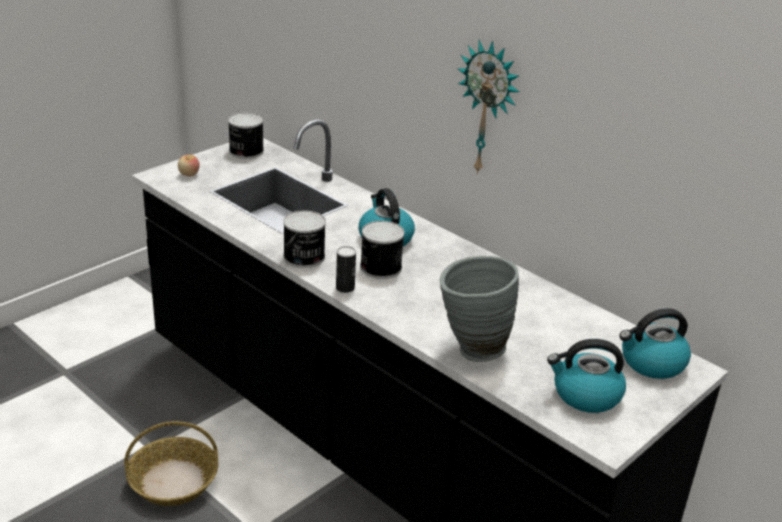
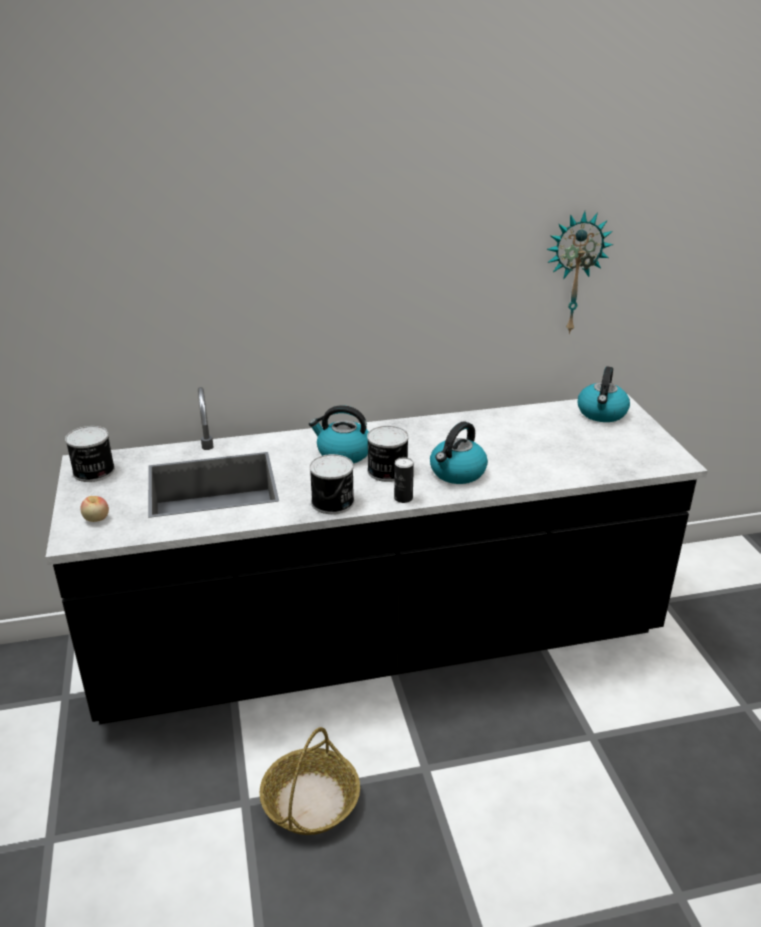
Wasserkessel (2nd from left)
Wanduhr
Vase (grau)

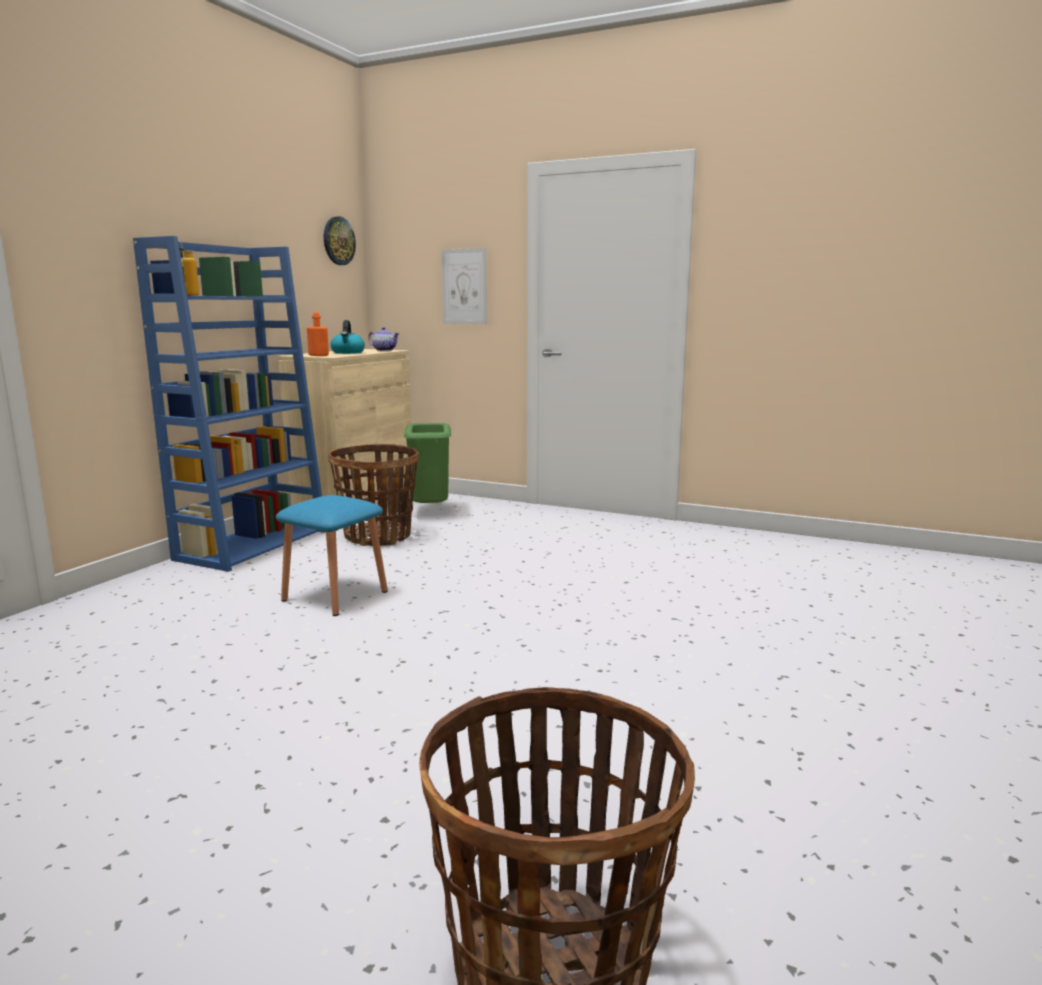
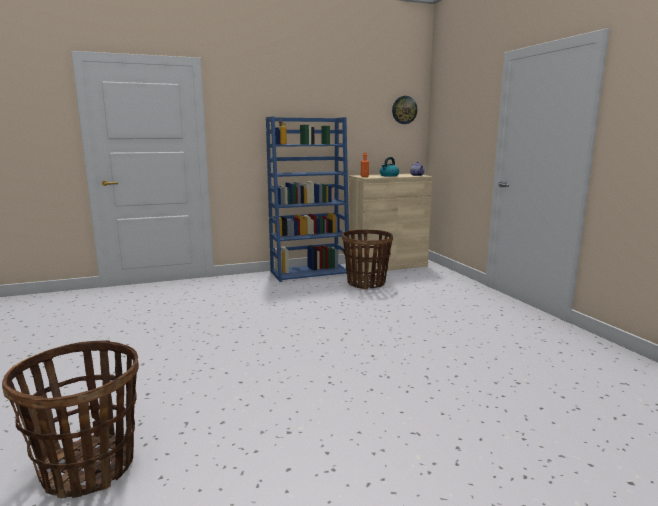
Hocker (blau)
Mülleimer (grün)
Bild

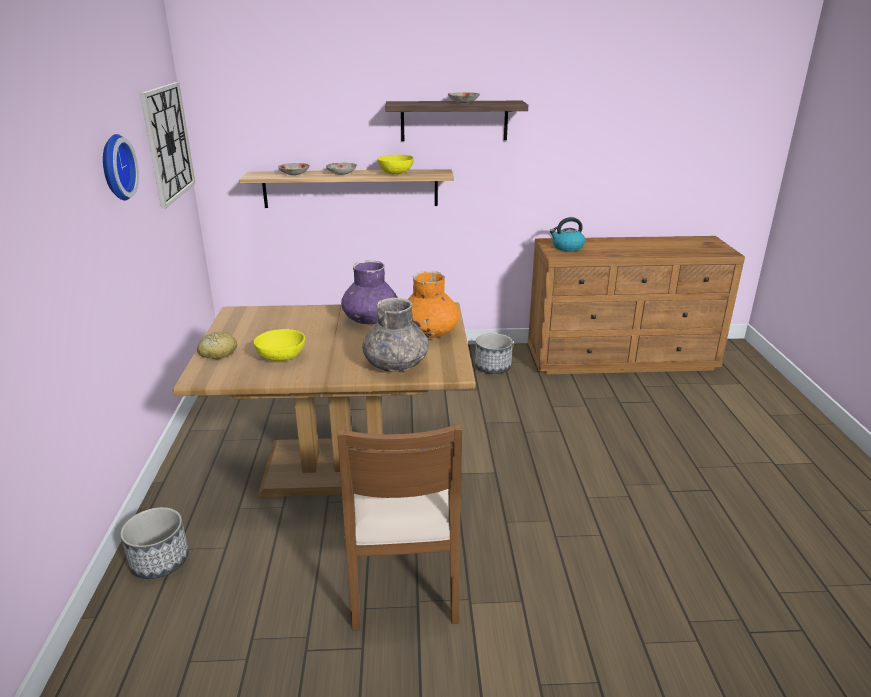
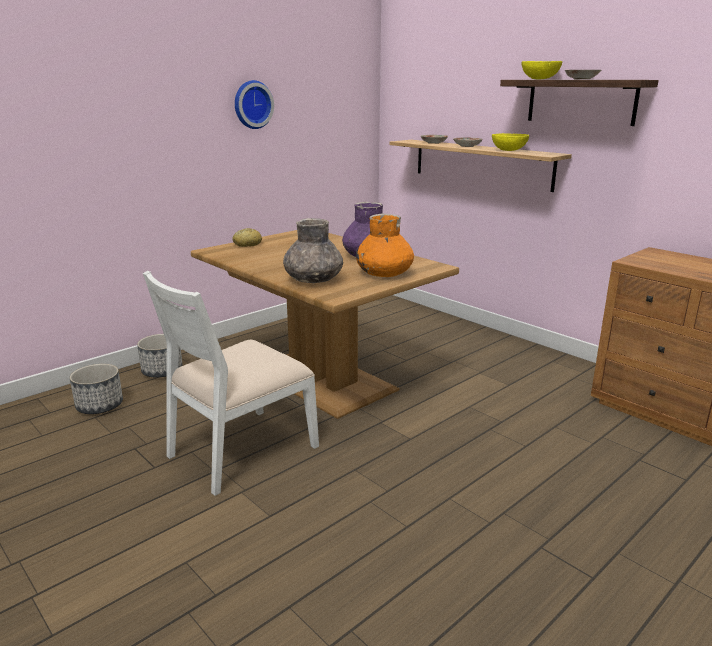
Pflanzkübel (1st from left)
Stuhl (weiß)
Schüssel (gelb) (2nd from left)
Wanduhr (2nd from left in the first image)
Wasserkessel

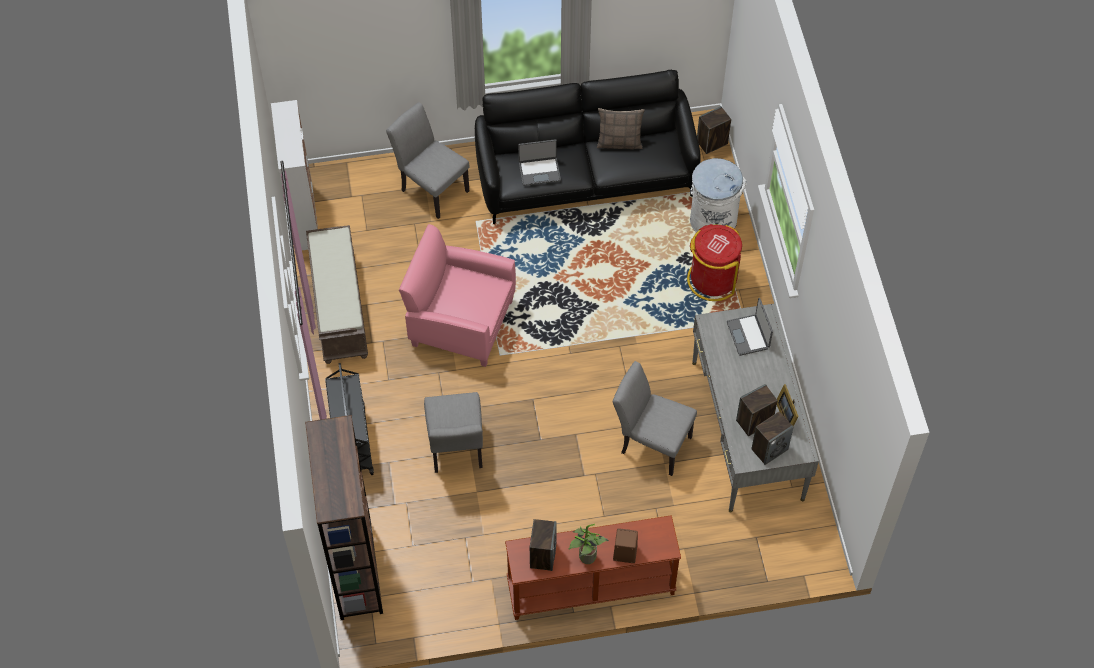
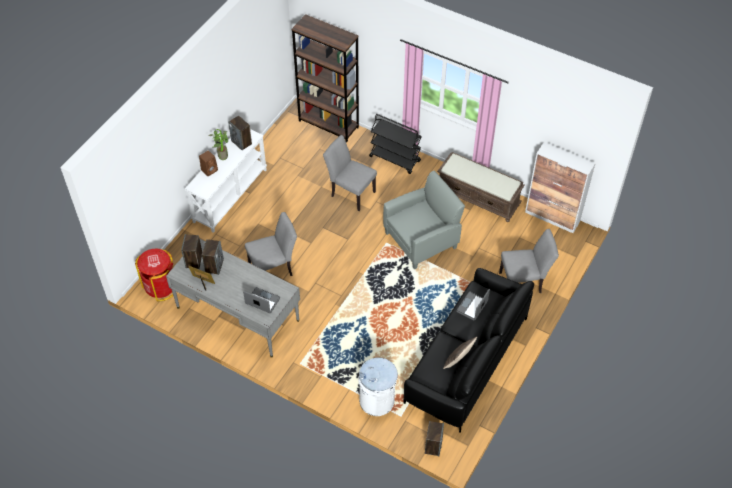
Mülleimer (rot)
Konsolentisch (weiß)
Sessel (grau)

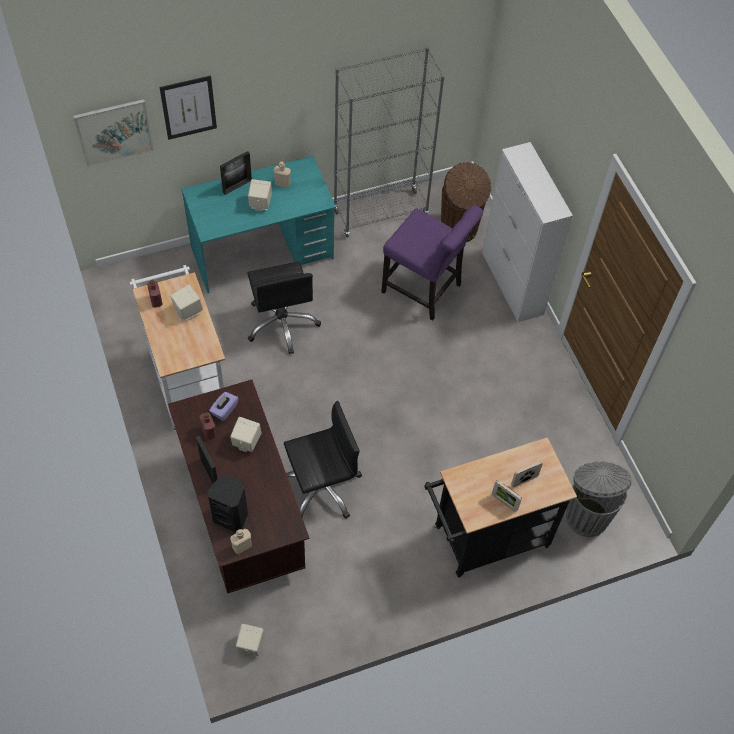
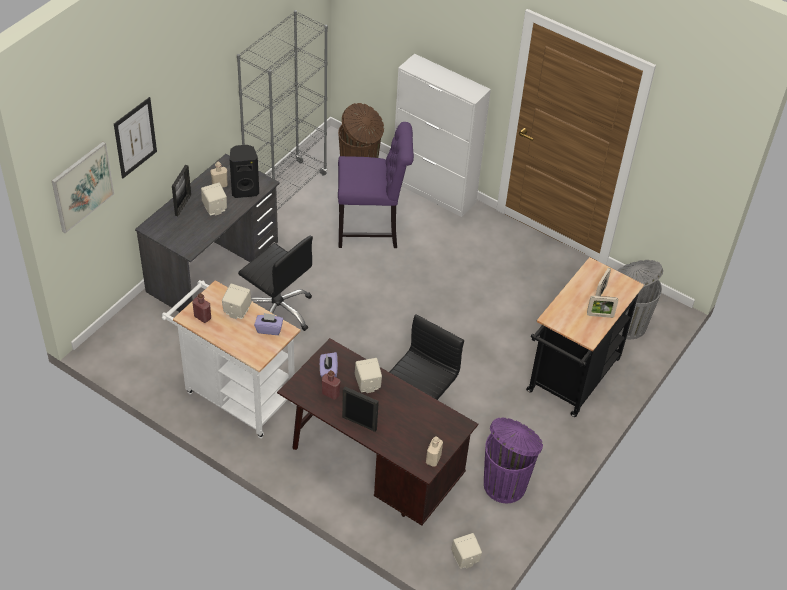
Schreibtisch (grau)
Lautsprecher (schwarz)
Taschentuchbox (lila) (1st from left)
Mülleimer (lila)

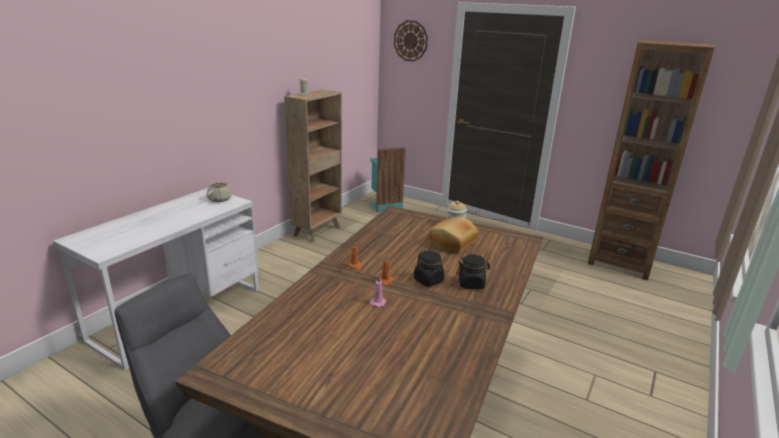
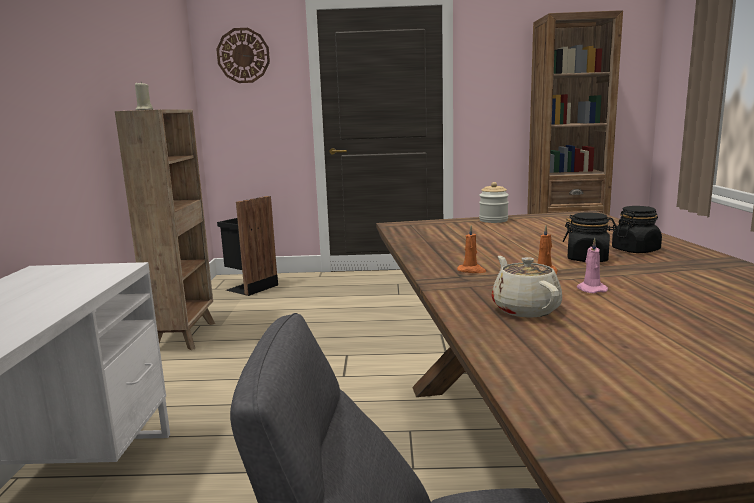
Mülleimer (schwarz)
Teekanne (beige)
Brot

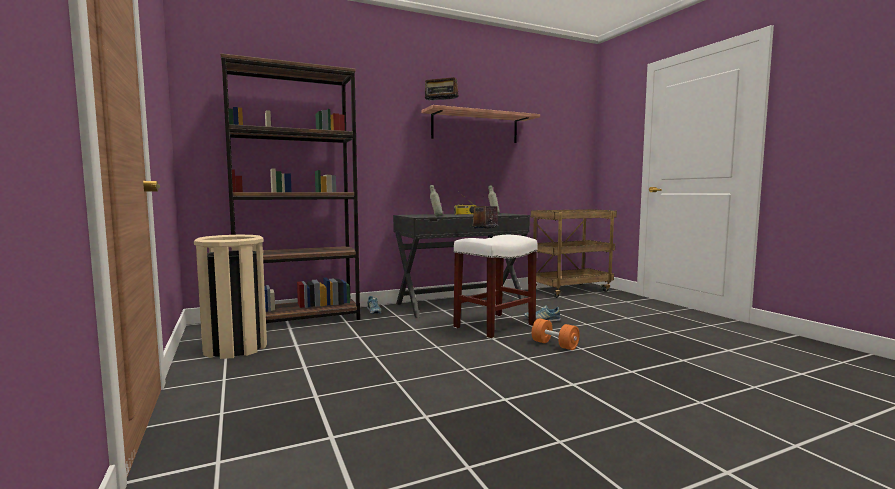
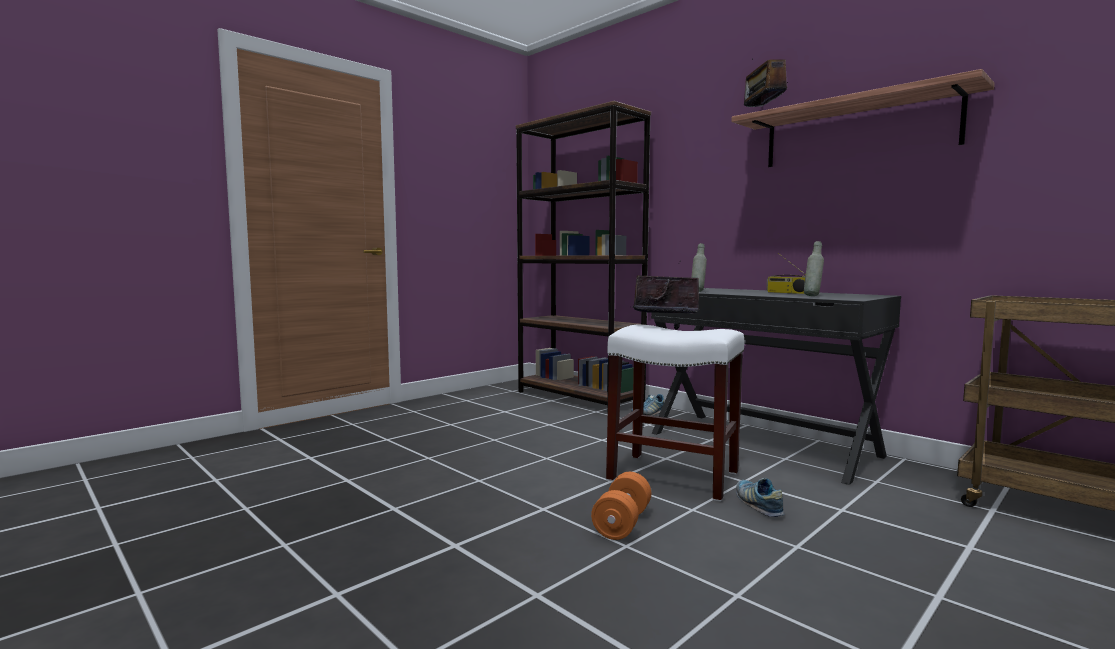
Mülleimer (beige)

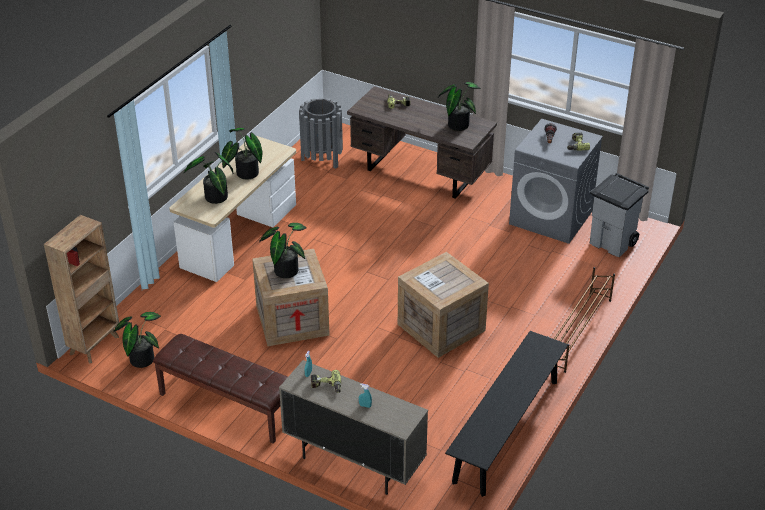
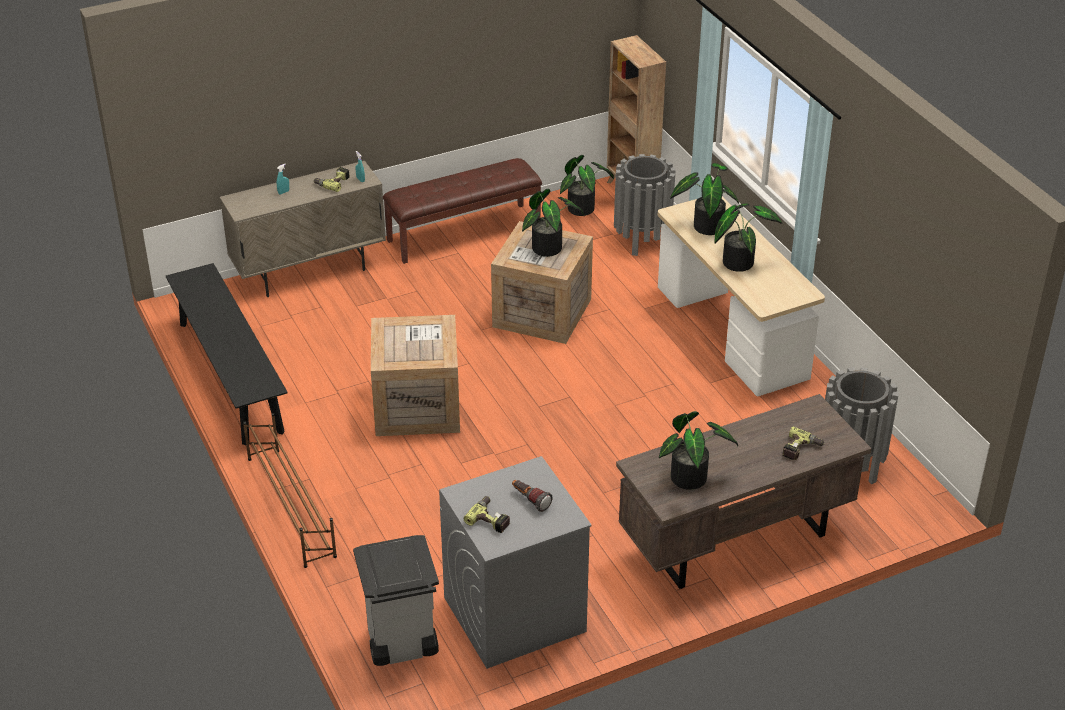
Mülleimer (grau) (2nd from left)

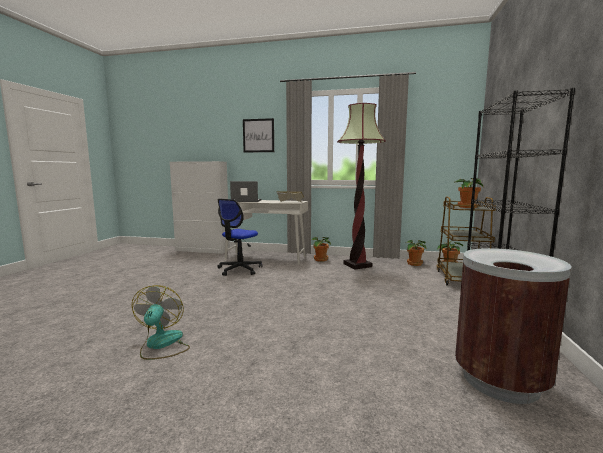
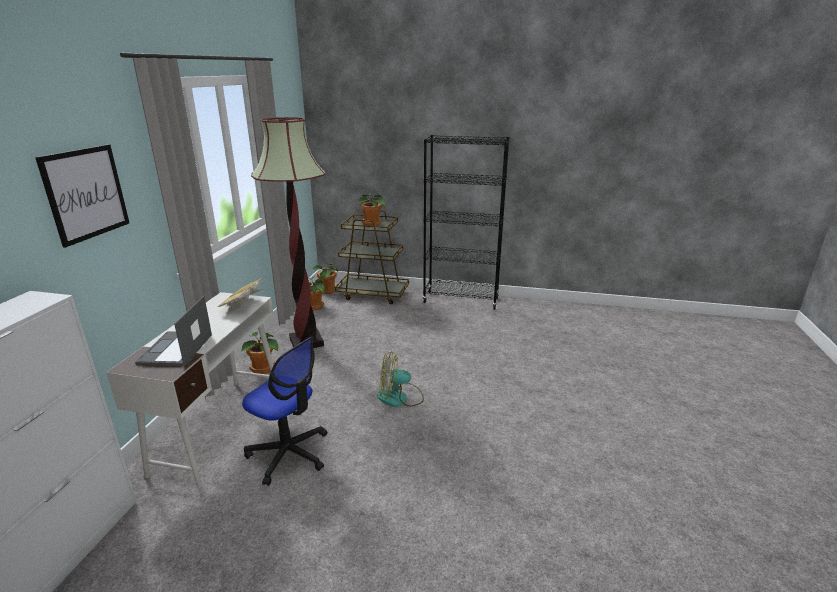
Ventilator
Mülleimer (braun)

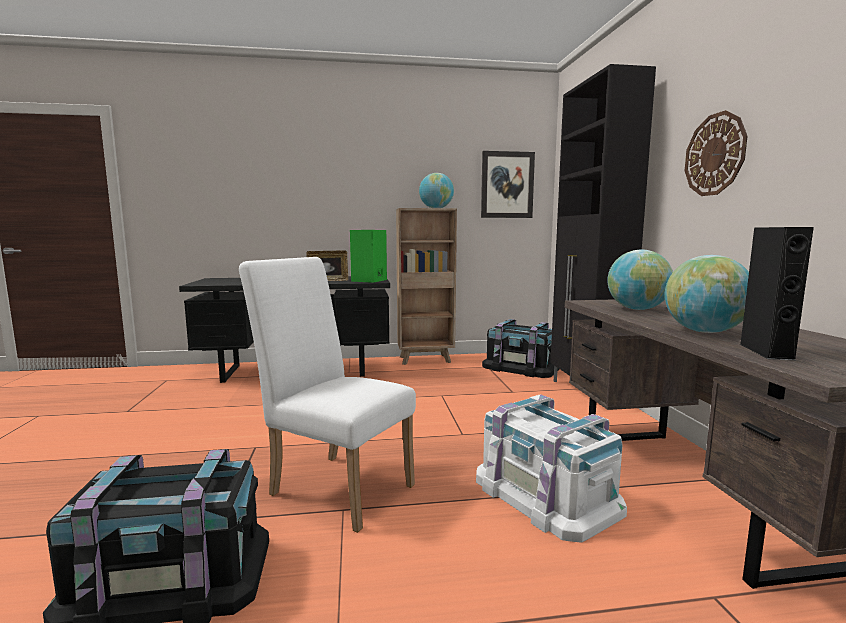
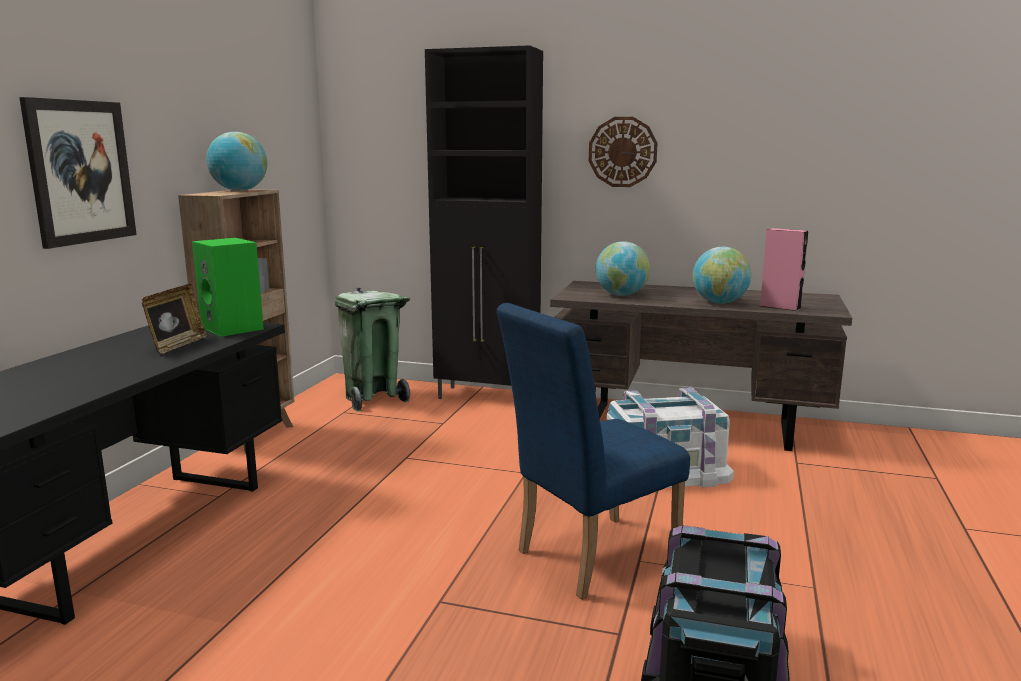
Bild
Mülleimer (grün)
Stuhl (blau)
Lautsprecher (rosa)

